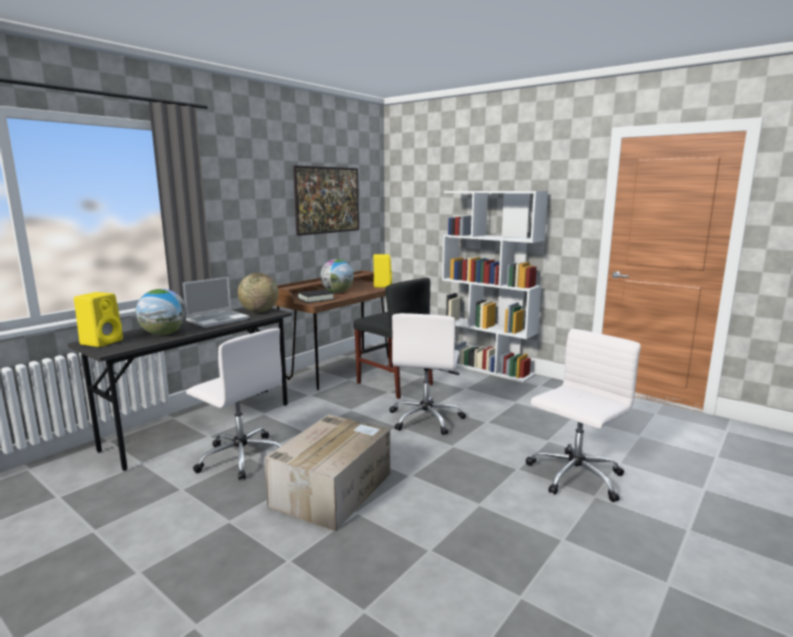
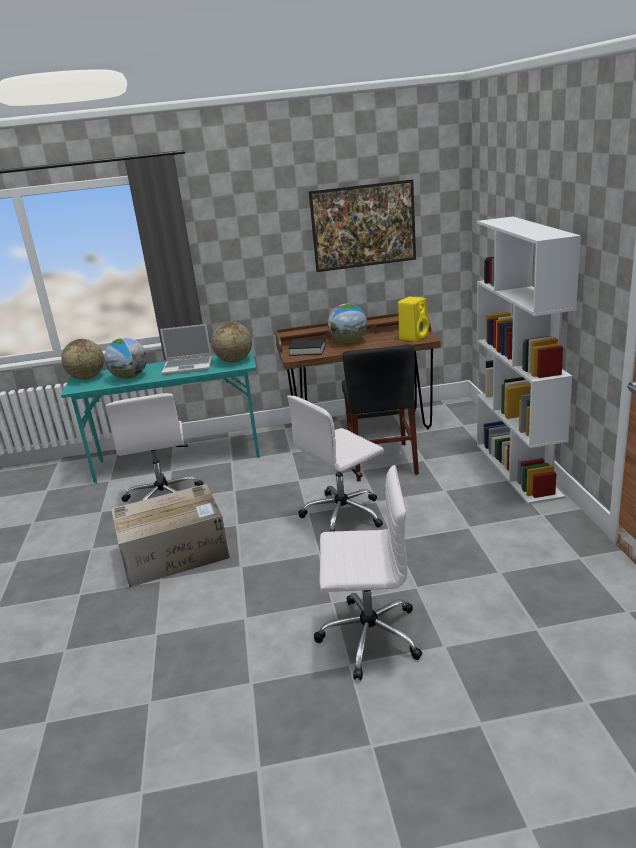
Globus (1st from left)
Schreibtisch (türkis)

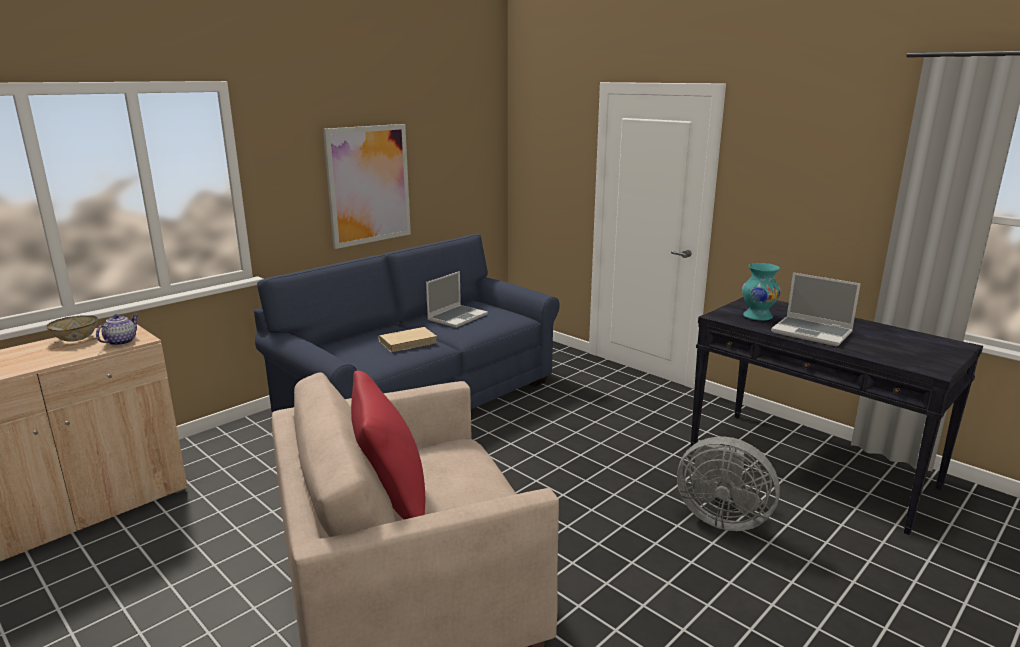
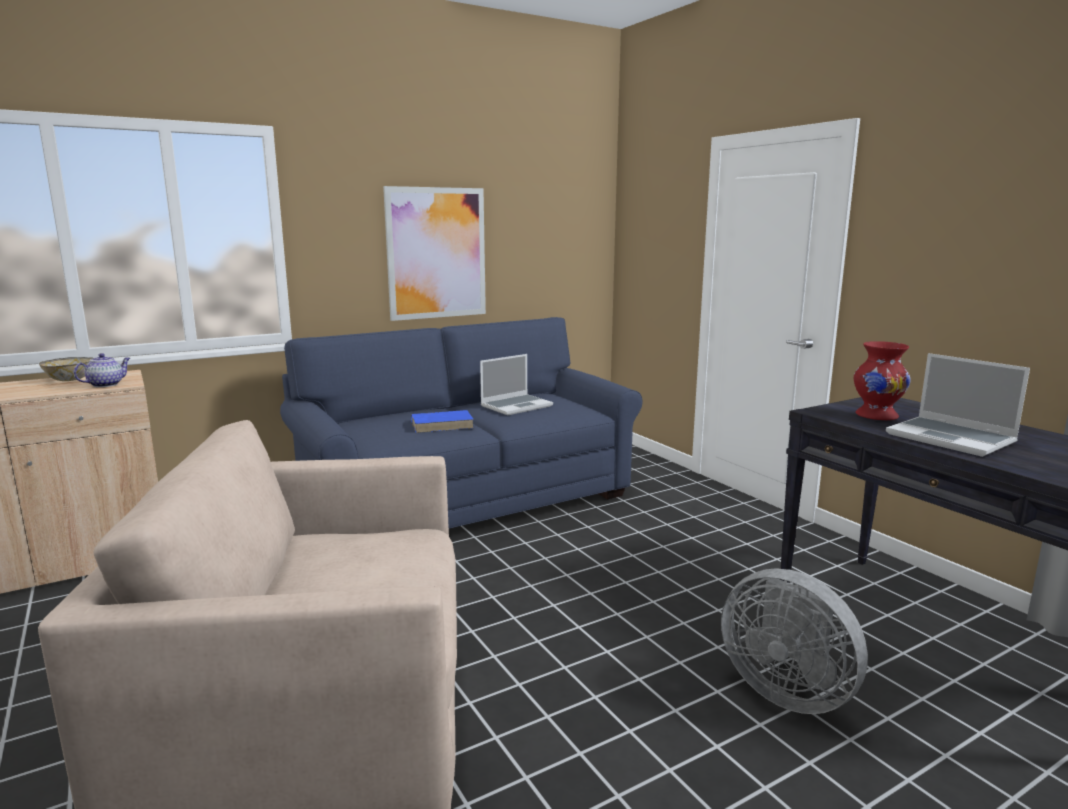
Buch (blau)
Vase (rot)
Kissen (rot)

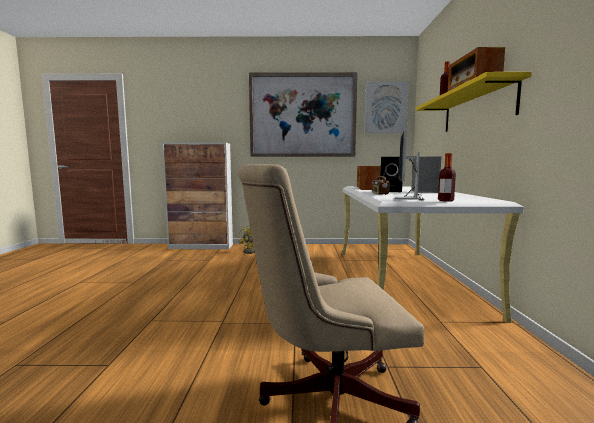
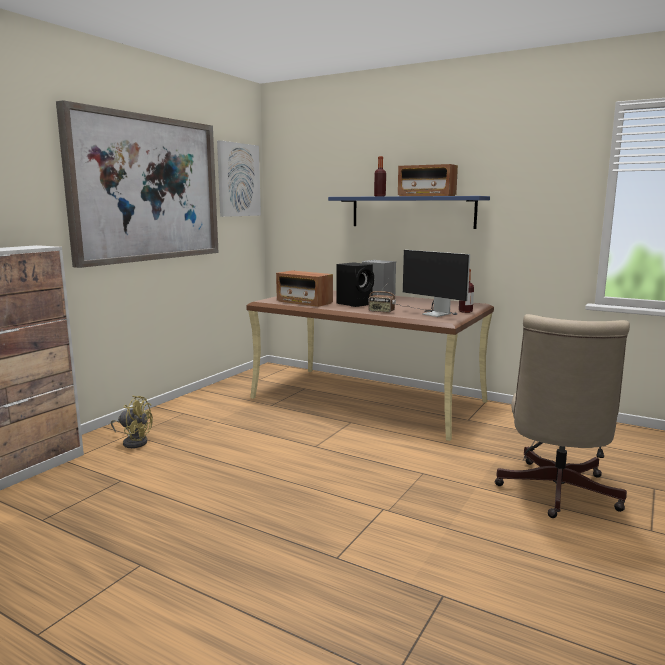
Schreibtisch (braun)
Wandregal (blau)

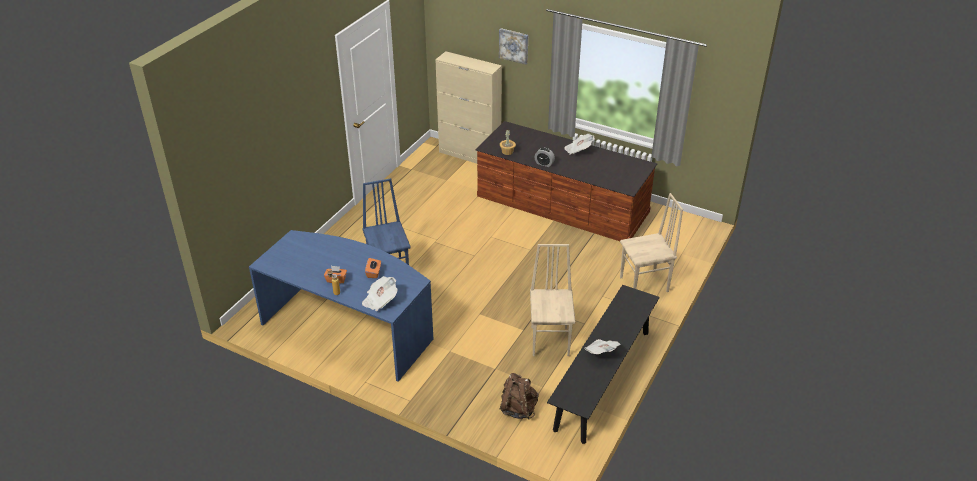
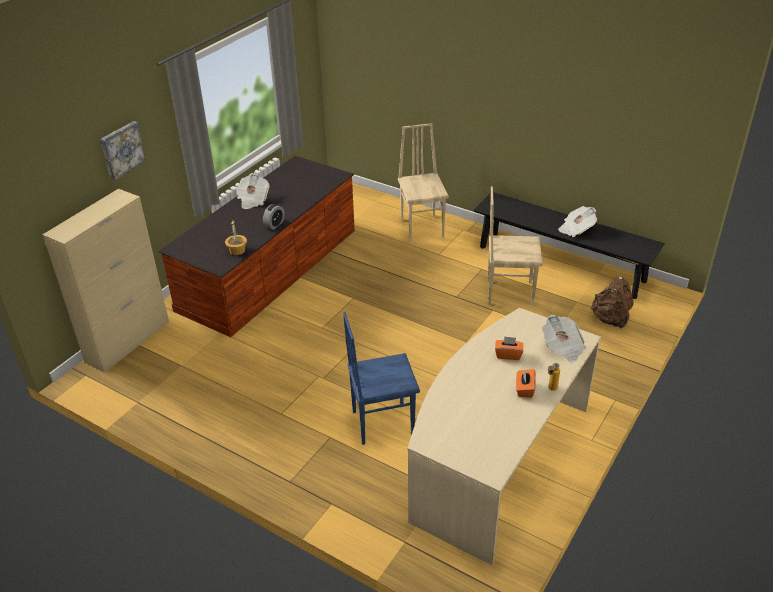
Schreibtisch (beige)

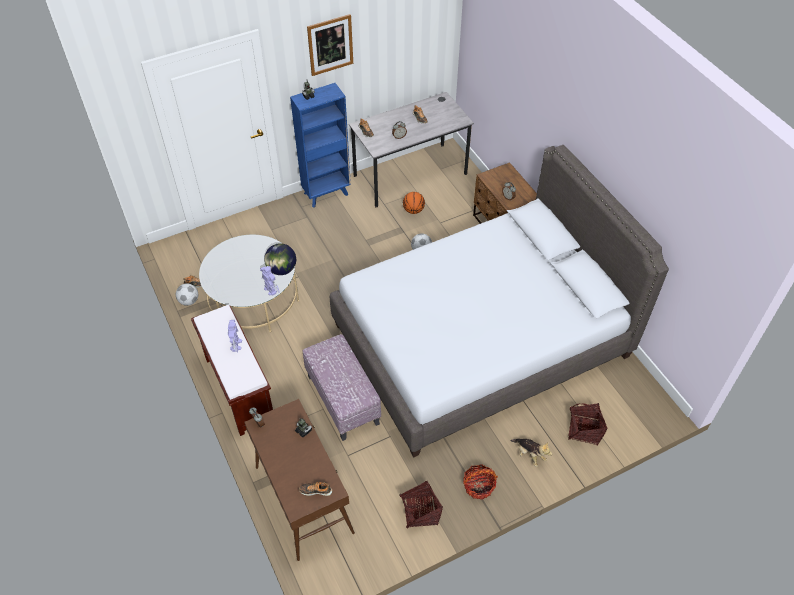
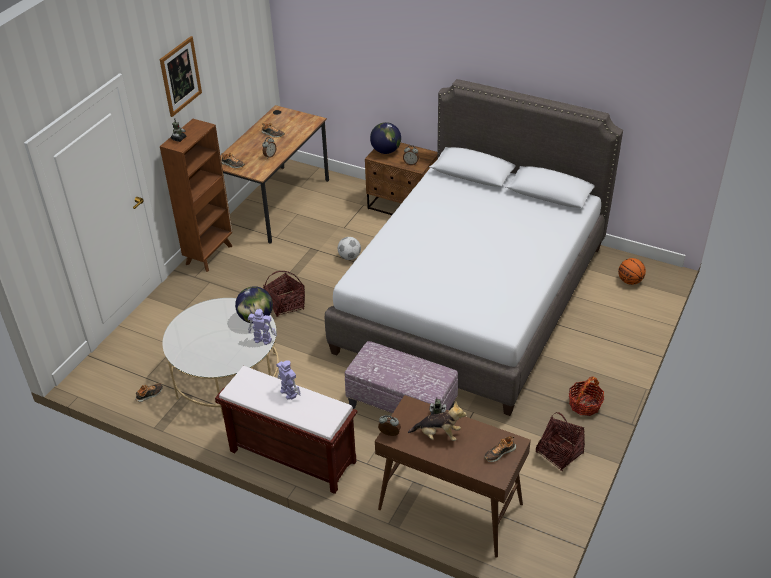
Bücherregal (braun)
Schreibtisch (braun)
Korb (1st from left)
Globus (2nd from left)
Plüschtier
Basketball
Fußball (1st from left in the first image)

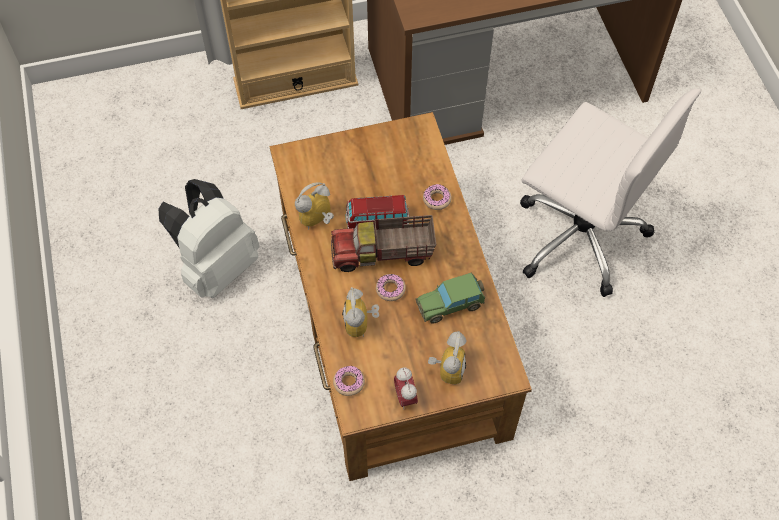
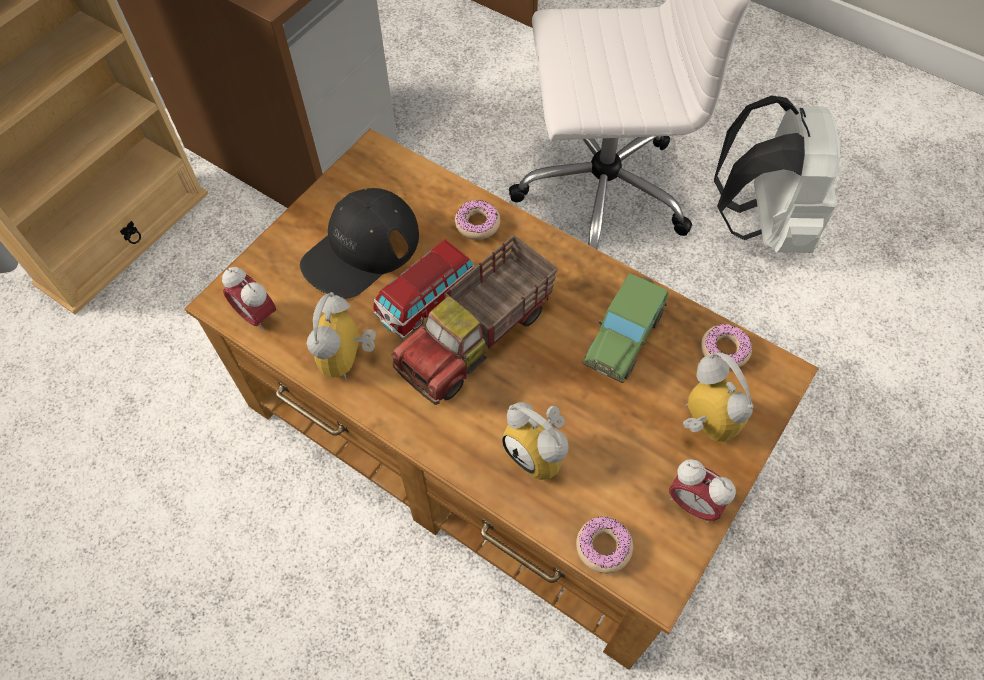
Wecker (1st from left)
Kappe (schwarz)
Donut (3rd from left)
Rucksack (weiß)

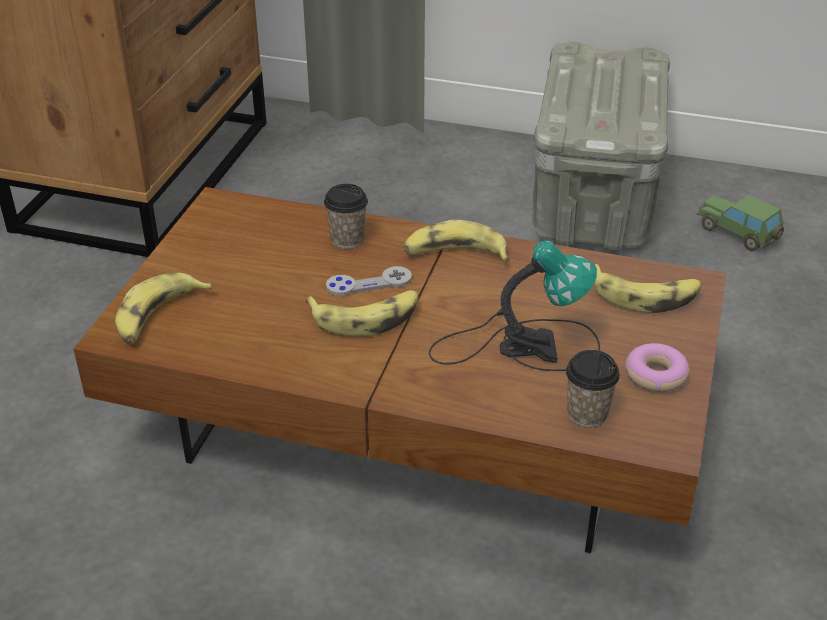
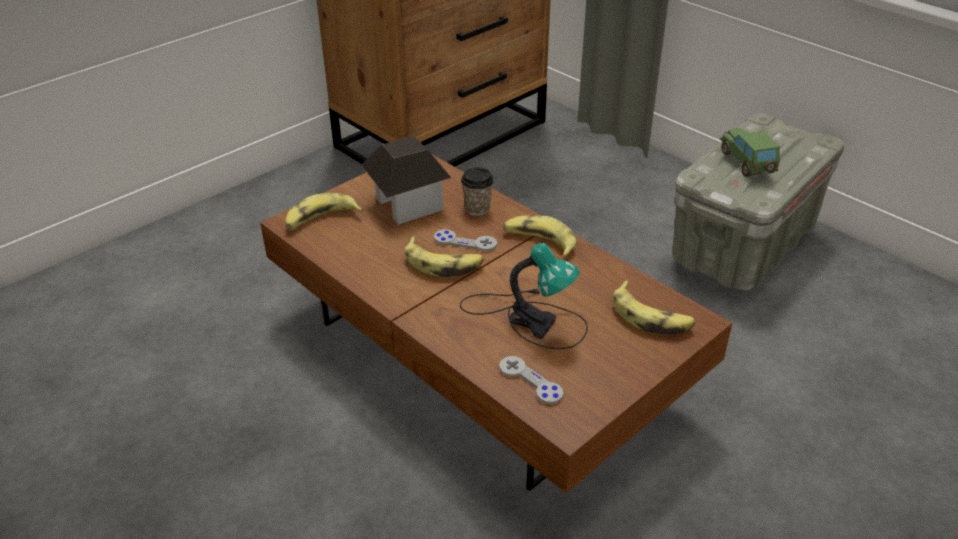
Spielzeughaus
Gamepad (grau) (2nd from left)
Spielzeugauto
Donut

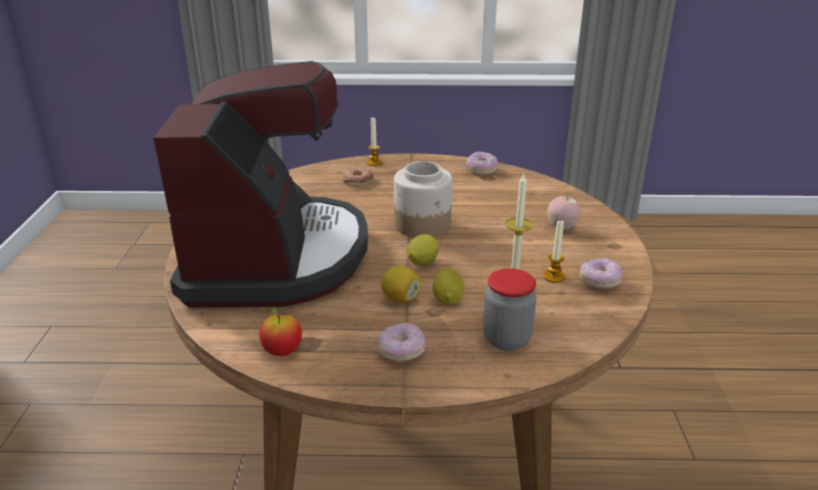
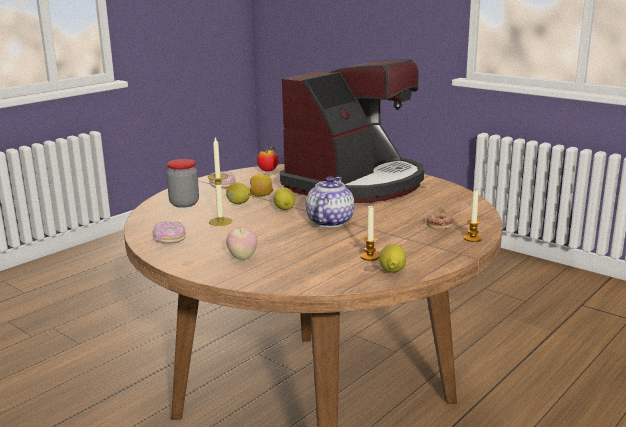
Kaffeemaschine
Teekanne
Kerze (2nd from left)
Zitrone (4th from left)

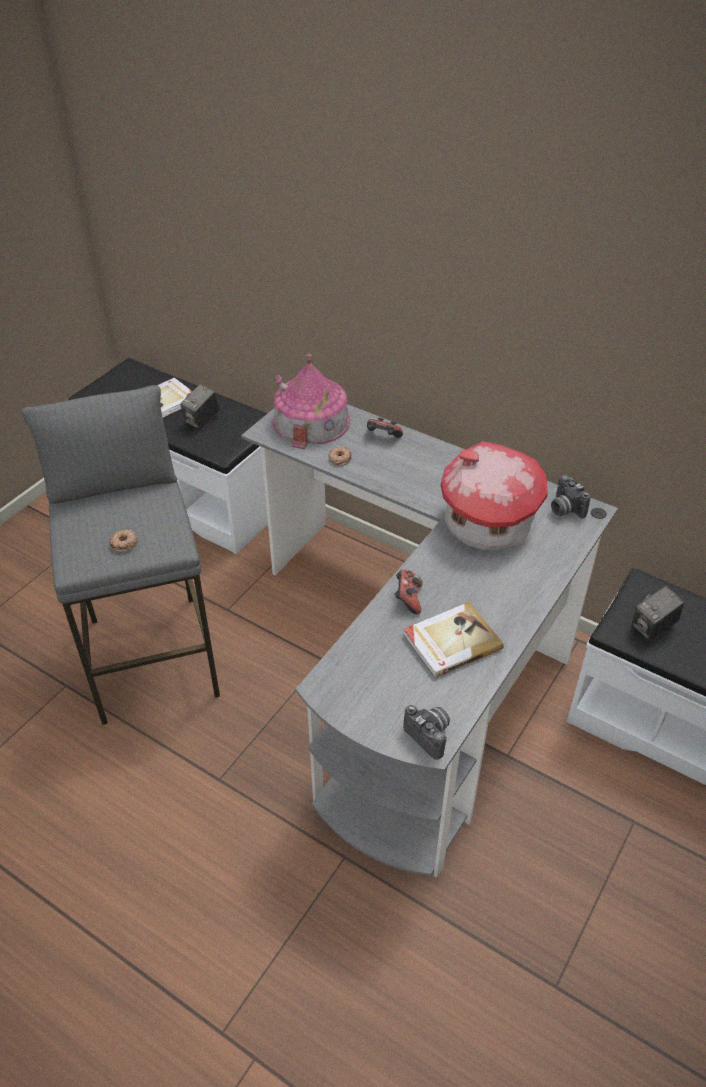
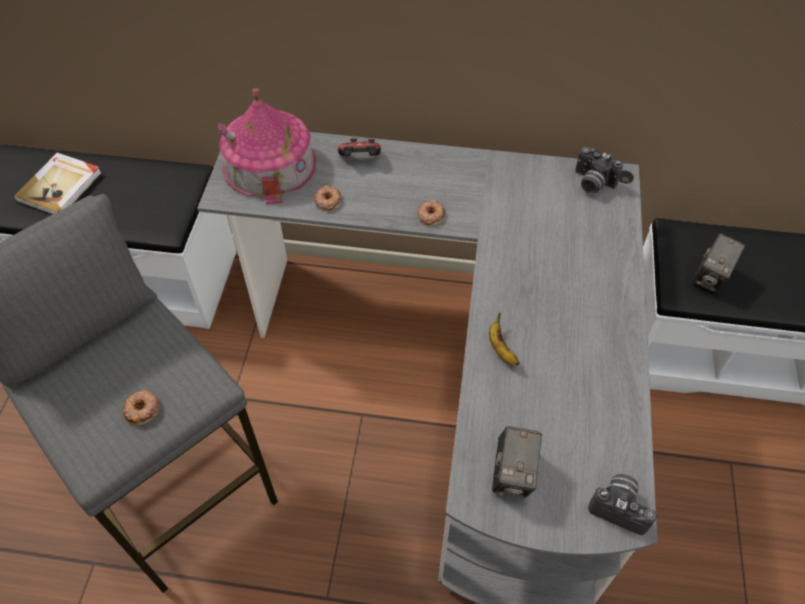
Donut (3rd from left)
Banane
Kamera (1st from left)
Buch (2nd from left in the first image)
Spielzeughaus (2nd from left in the first image)

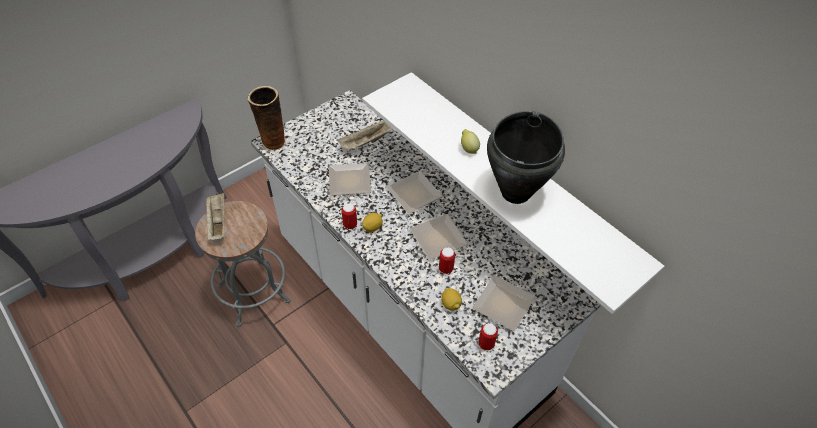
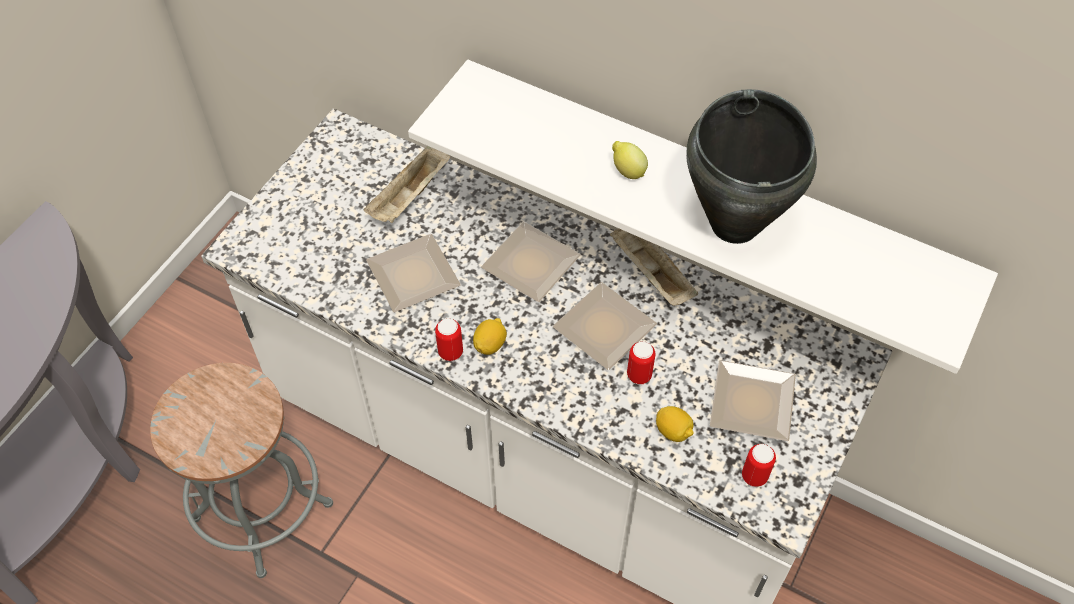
Tablett (beige) (2nd from left)
Vase

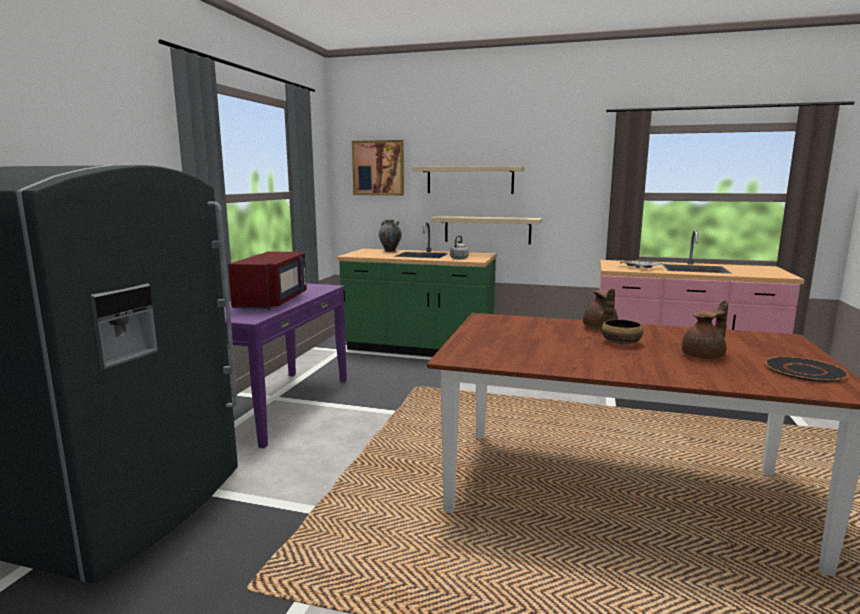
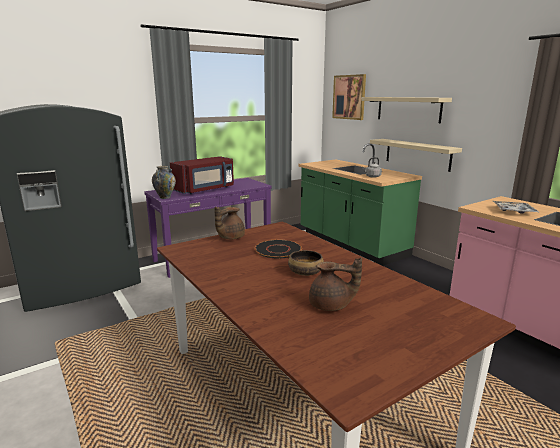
Vase
Teekanne (braun) (1st from left)
Teller (schwarz)

